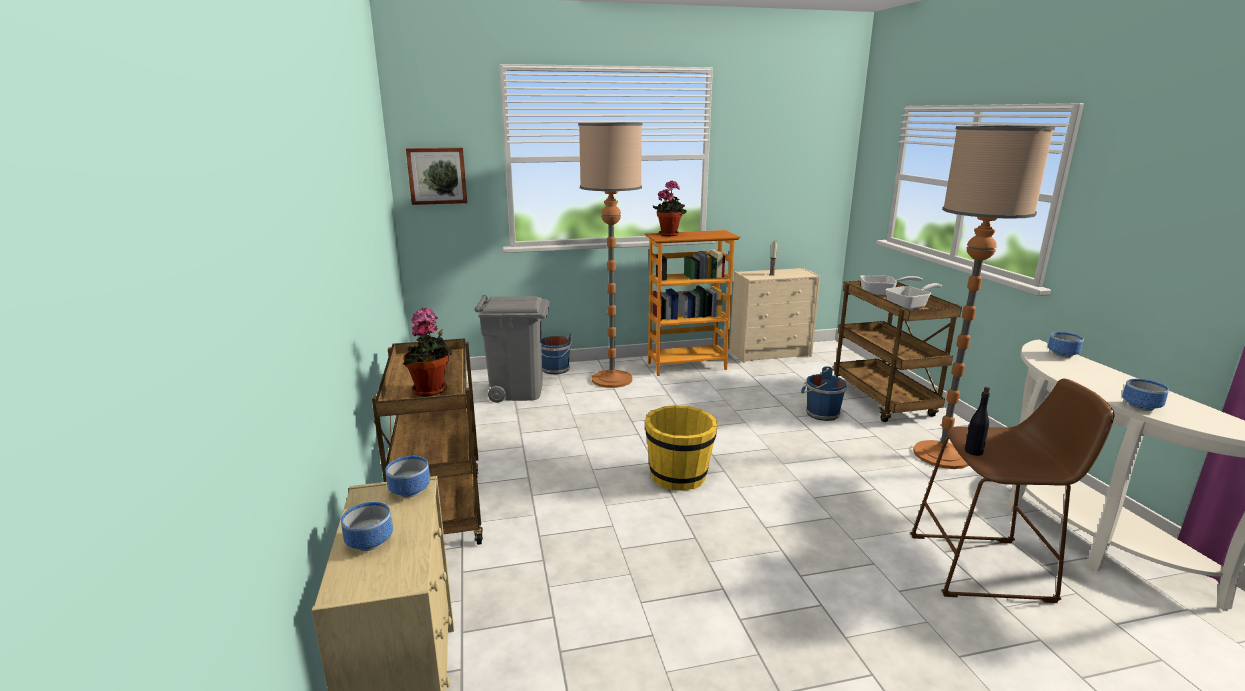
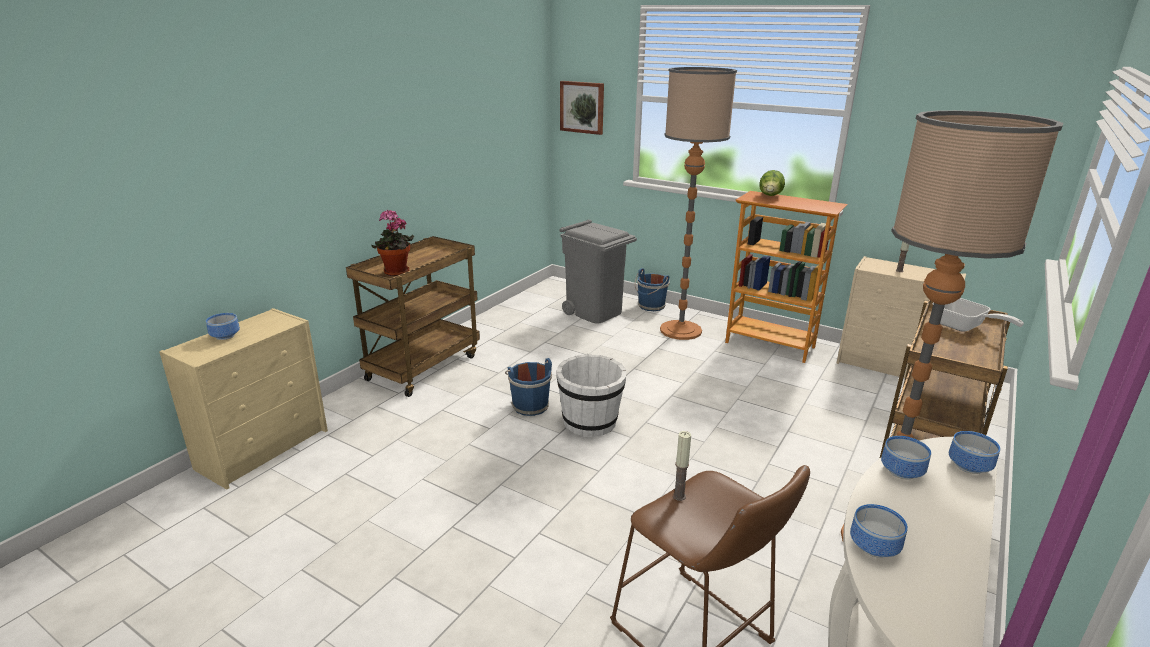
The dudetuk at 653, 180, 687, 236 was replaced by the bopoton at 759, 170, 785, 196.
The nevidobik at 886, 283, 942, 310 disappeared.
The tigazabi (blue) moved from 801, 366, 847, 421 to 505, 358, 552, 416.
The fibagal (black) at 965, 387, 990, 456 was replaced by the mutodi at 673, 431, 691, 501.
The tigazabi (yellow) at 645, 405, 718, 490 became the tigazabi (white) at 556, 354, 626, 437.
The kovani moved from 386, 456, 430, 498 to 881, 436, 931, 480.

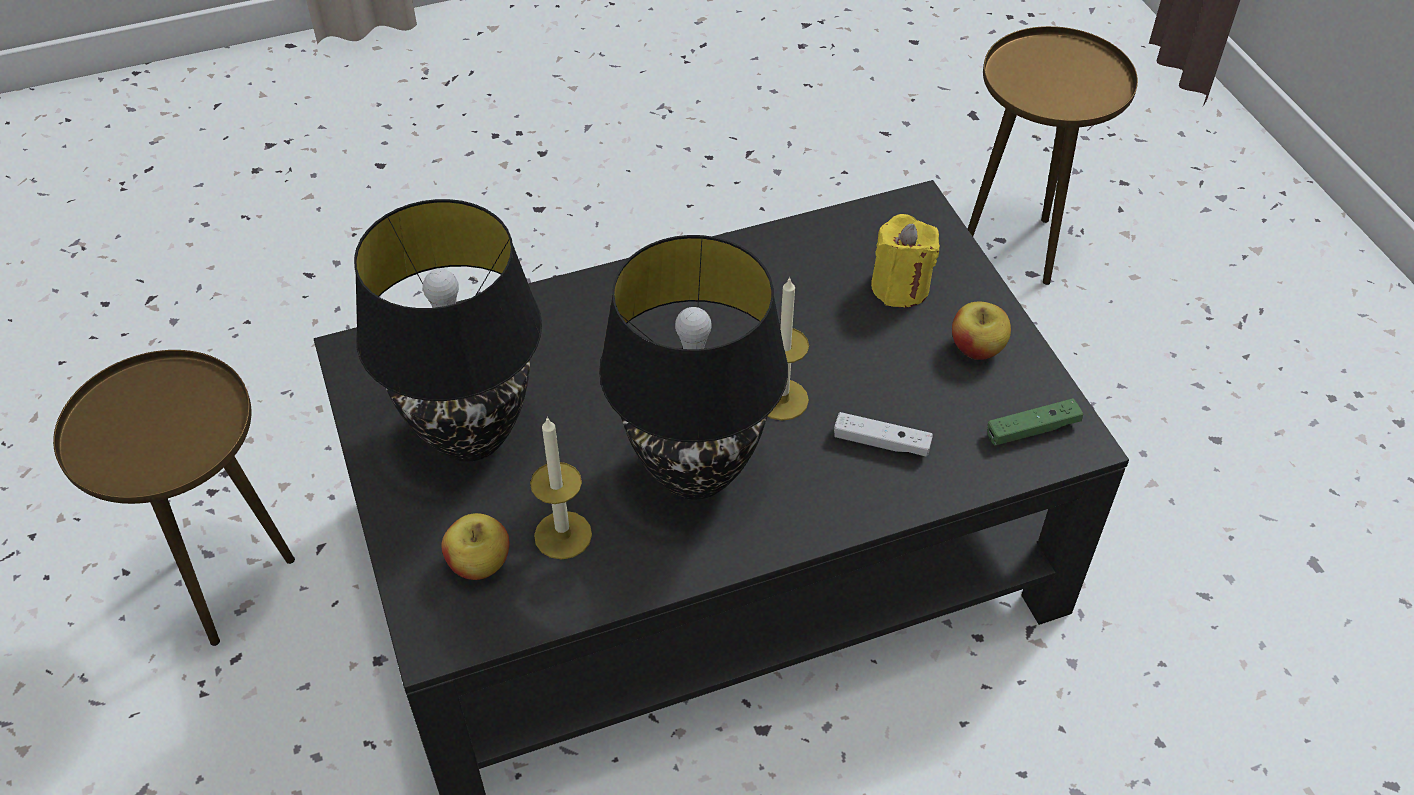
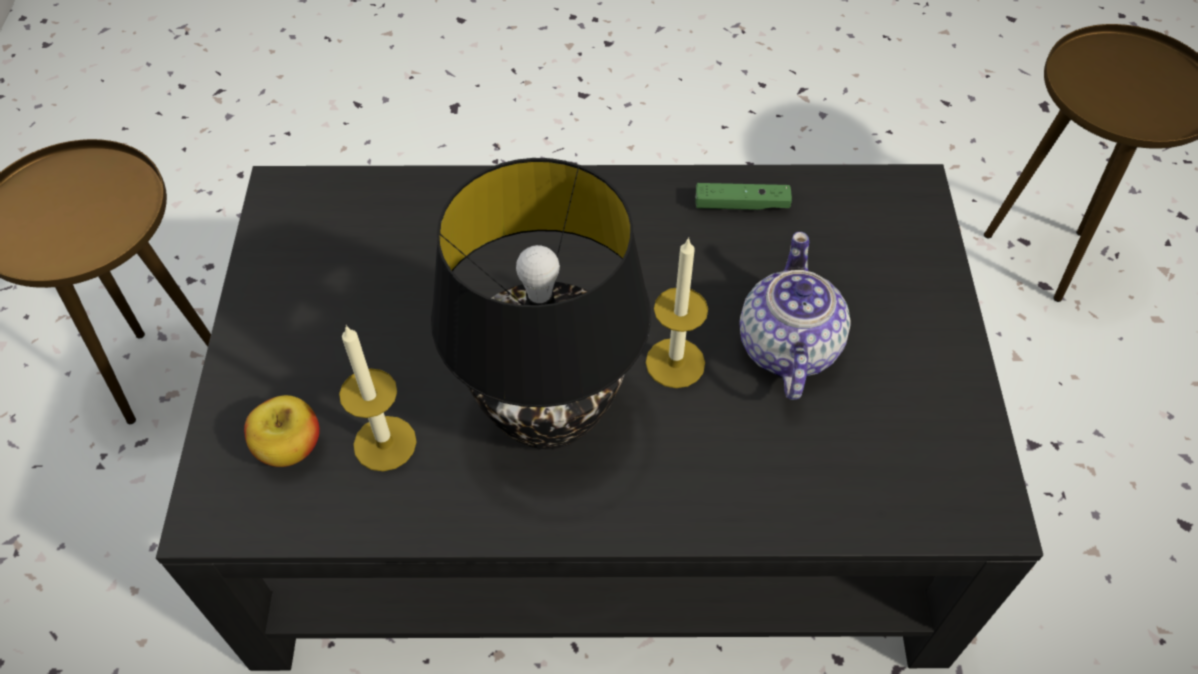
The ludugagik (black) at 354, 199, 542, 462 disappeared.
The mutodi (yellow) at 871, 214, 940, 308 disappeared.
The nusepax at 952, 302, 1011, 360 disappeared.
The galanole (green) moved from 987, 398, 1083, 446 to 695, 183, 792, 210.
The galanole (white) at 834, 412, 933, 457 disappeared.
The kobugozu at 740, 232, 851, 400 appeared.

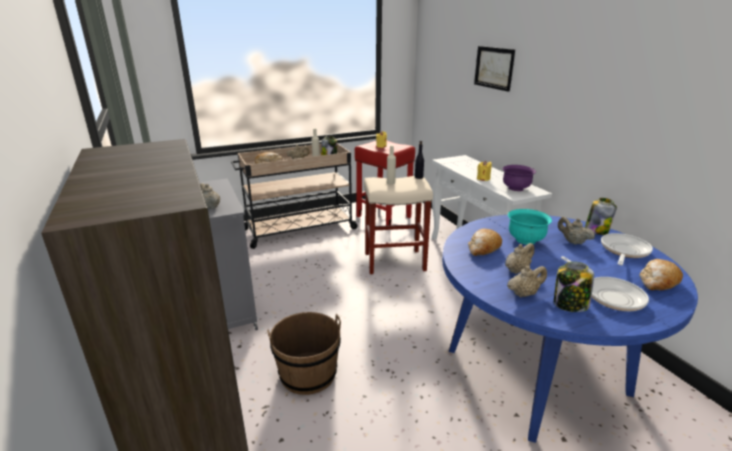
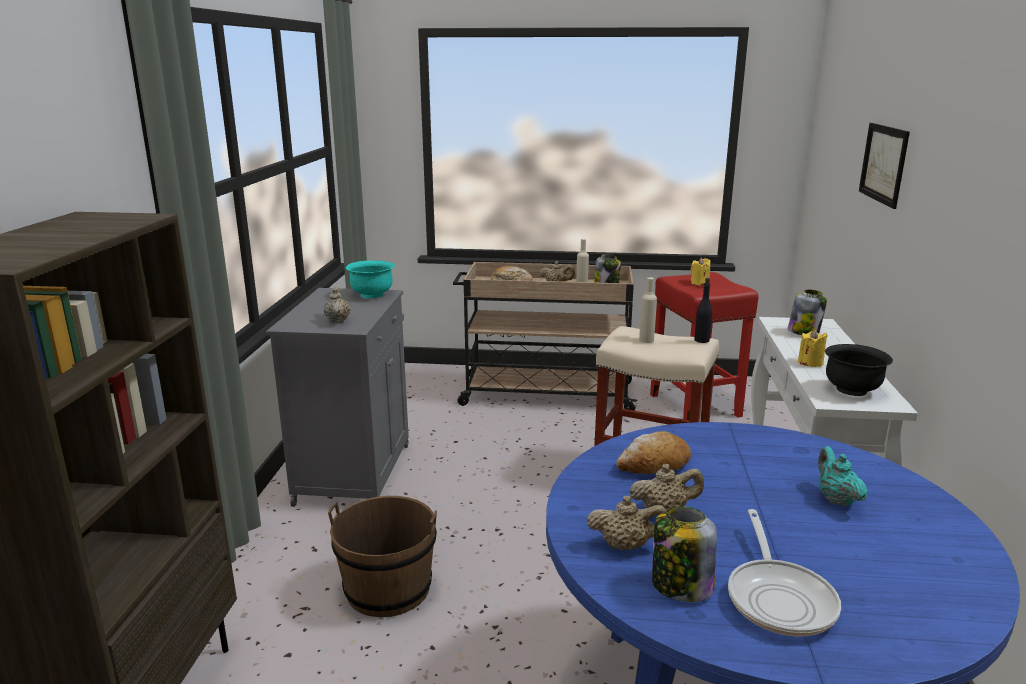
The kovani (purple) at 502, 165, 536, 191 became the kovani (black) at 825, 344, 893, 396.
The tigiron moved from 585, 198, 617, 235 to 788, 289, 827, 335.
The kovani (turquoise) moved from 508, 209, 552, 245 to 346, 260, 395, 298.
The kobugozu (beige) at 558, 217, 595, 245 became the kobugozu (turquoise) at 818, 446, 867, 507.
The nevidobik at 601, 233, 653, 265 disappeared.
The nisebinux at 640, 259, 683, 290 disappeared.

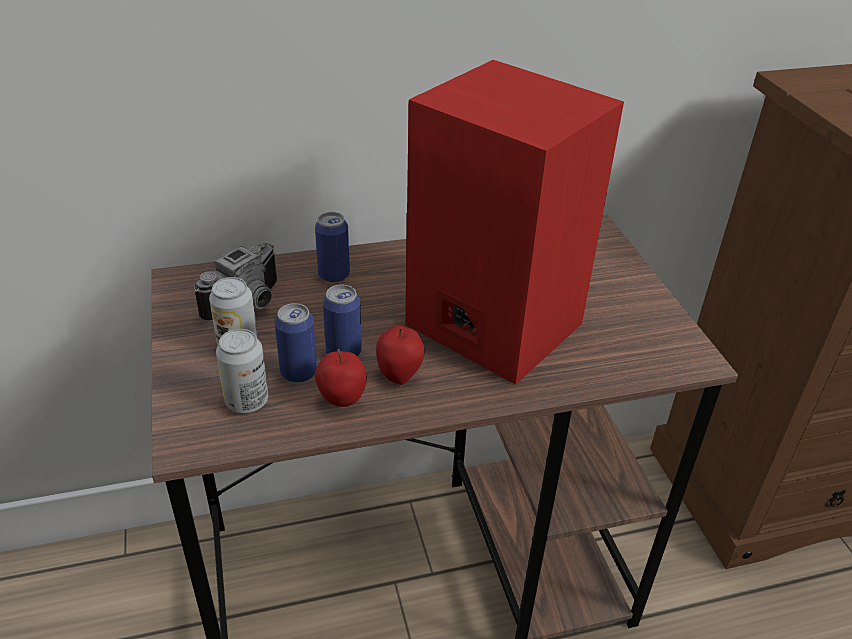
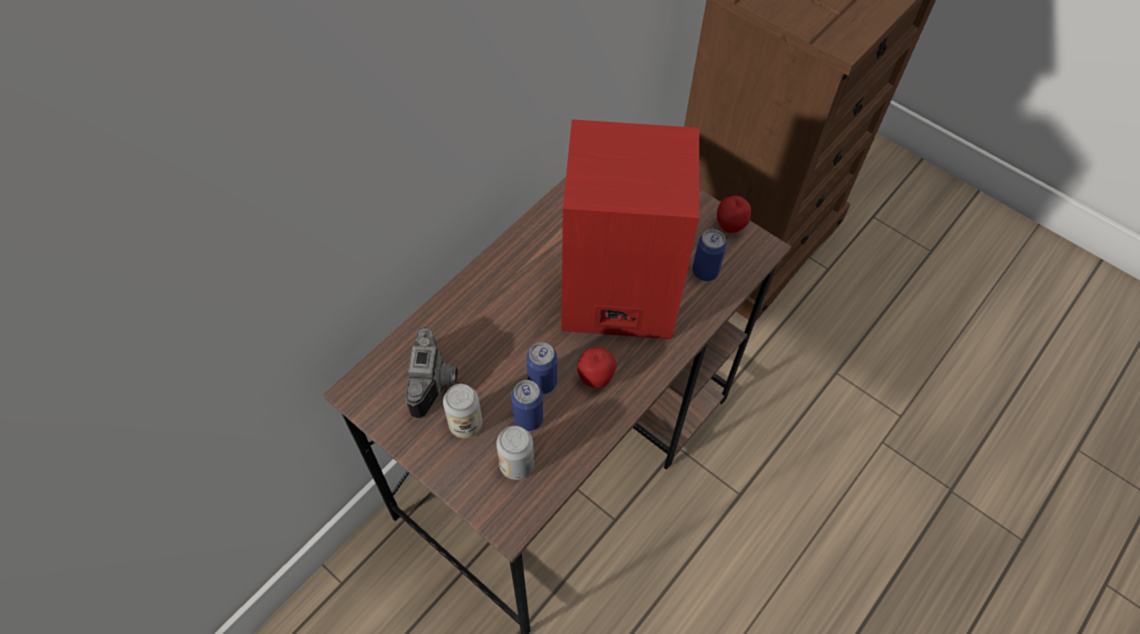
The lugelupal moved from 315, 212, 350, 283 to 692, 229, 727, 281.
The nusepax moved from 315, 349, 367, 407 to 717, 196, 751, 233.

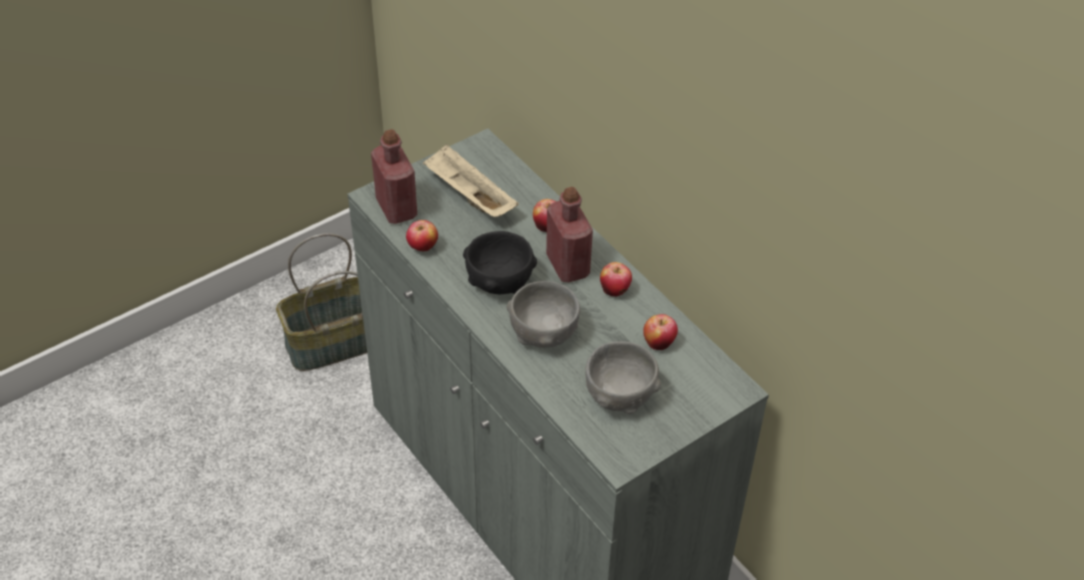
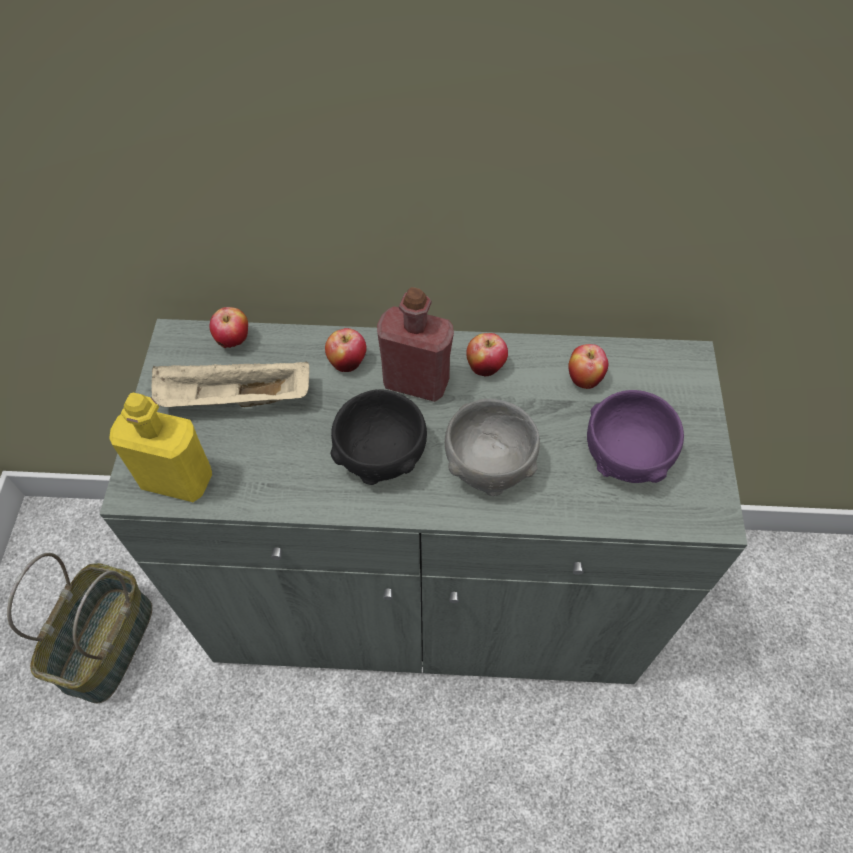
The fibagal (red) at 371, 129, 417, 224 became the fibagal (yellow) at 109, 393, 212, 502.
The nusepax moved from 406, 220, 438, 251 to 209, 307, 248, 348.
The kovani (grey) at 585, 341, 661, 414 became the kovani (purple) at 587, 390, 684, 483.

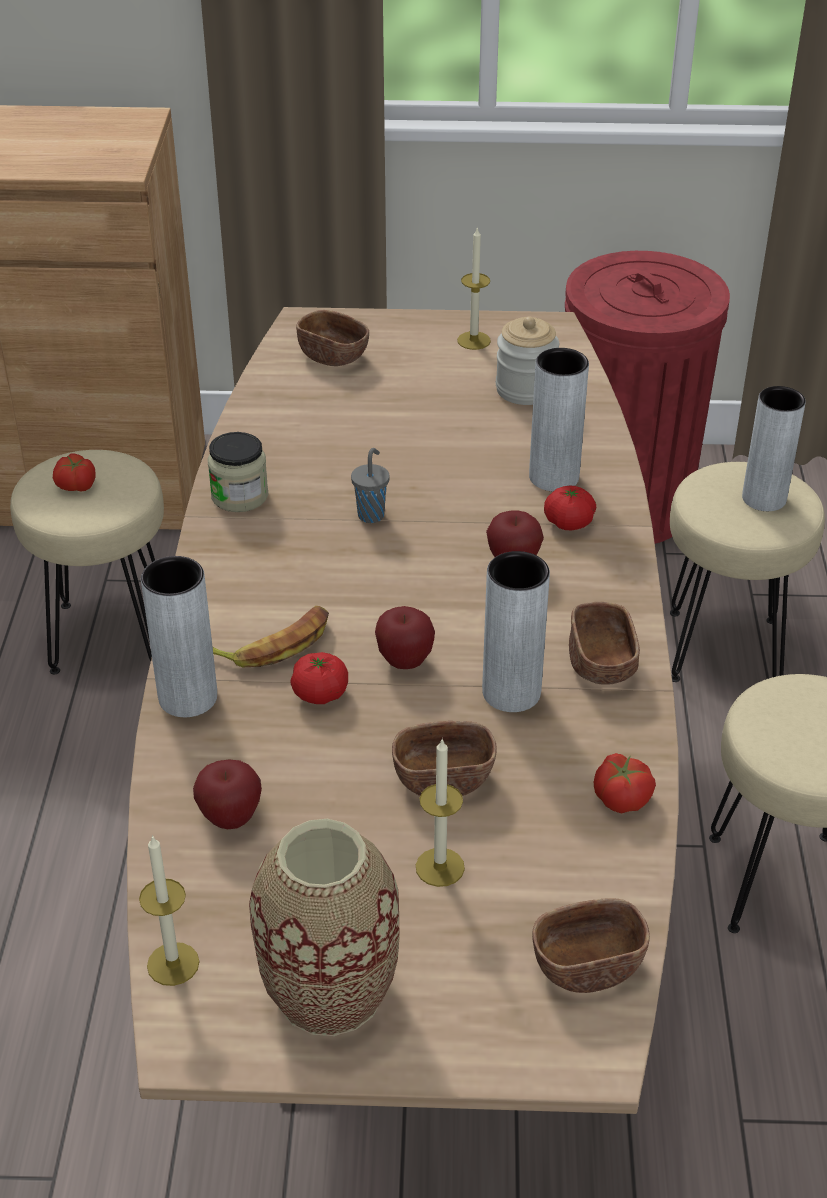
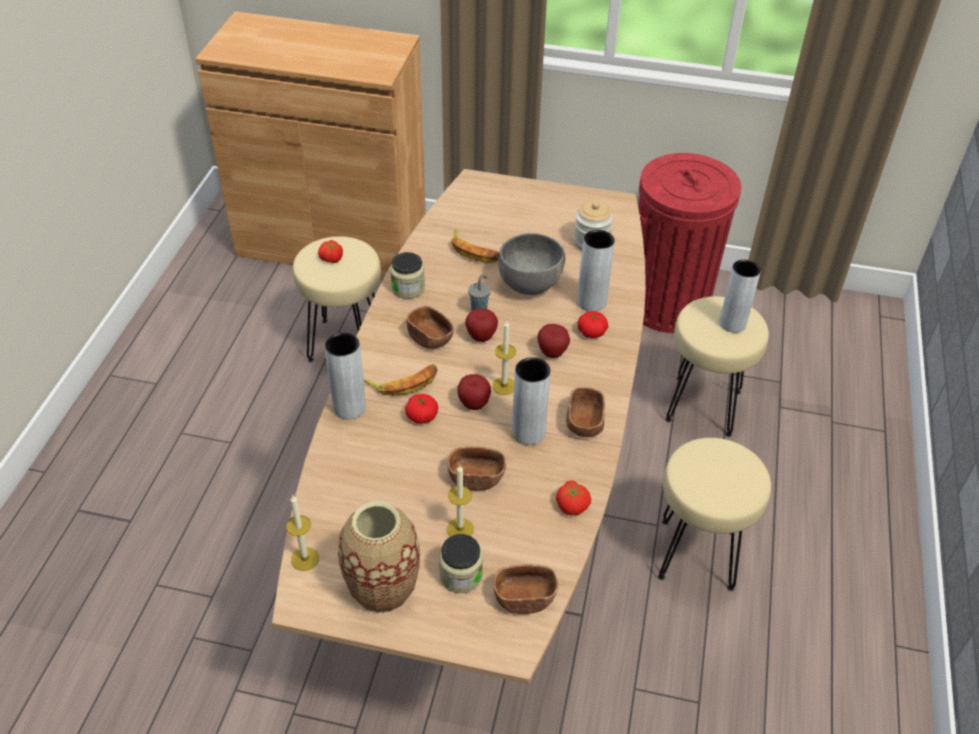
The mutodi moved from 457, 226, 491, 350 to 492, 321, 516, 395.
The kovani (brown) moved from 296, 310, 369, 366 to 406, 306, 454, 349.
The nusepax moved from 193, 760, 262, 829 to 465, 309, 498, 342.
The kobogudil at 451, 228, 499, 263 appeared.
The kovani (grey) at 498, 233, 565, 295 appeared.
The tigiron at 439, 534, 483, 593 appeared.

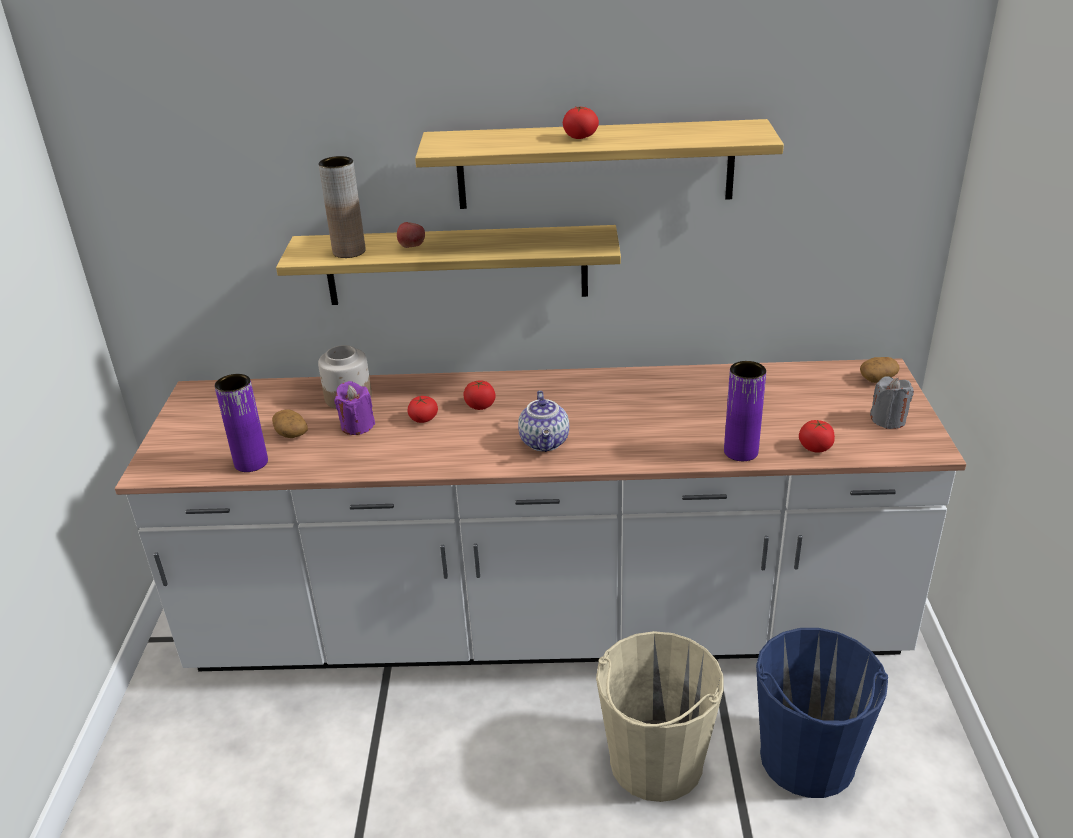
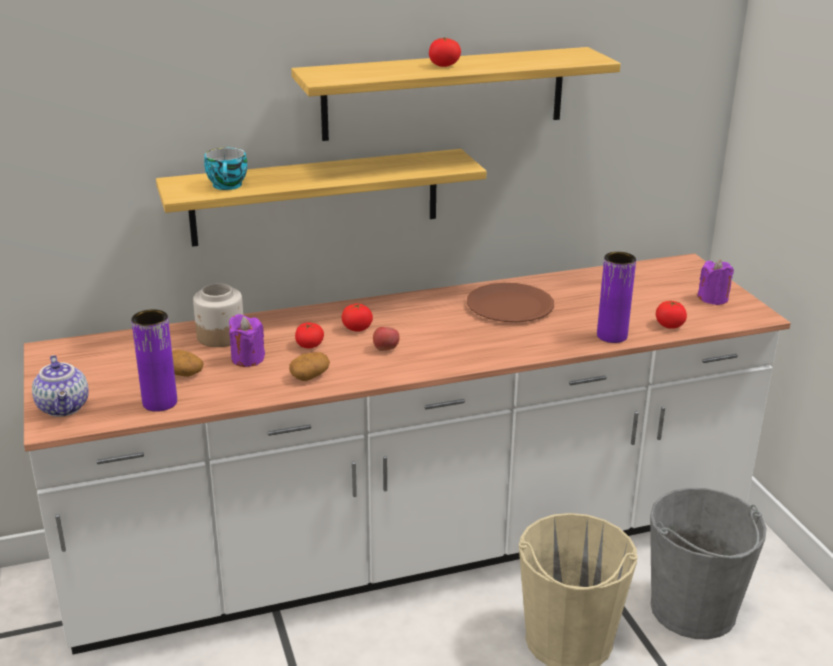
The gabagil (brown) at 318, 156, 366, 258 was replaced by the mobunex at 204, 148, 247, 190.
The nusepax moved from 397, 222, 425, 248 to 373, 327, 400, 351.
The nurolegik moved from 860, 357, 900, 383 to 289, 352, 330, 381.
The mutodi (grey) at 870, 376, 914, 429 became the mutodi (purple) at 697, 260, 734, 305.
The kobugozu moved from 518, 391, 569, 452 to 32, 355, 89, 417.
The tigazabi (blue) at 756, 628, 888, 798 became the tigazabi (grey) at 650, 488, 767, 639.
The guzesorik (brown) at 467, 283, 554, 322 appeared.

